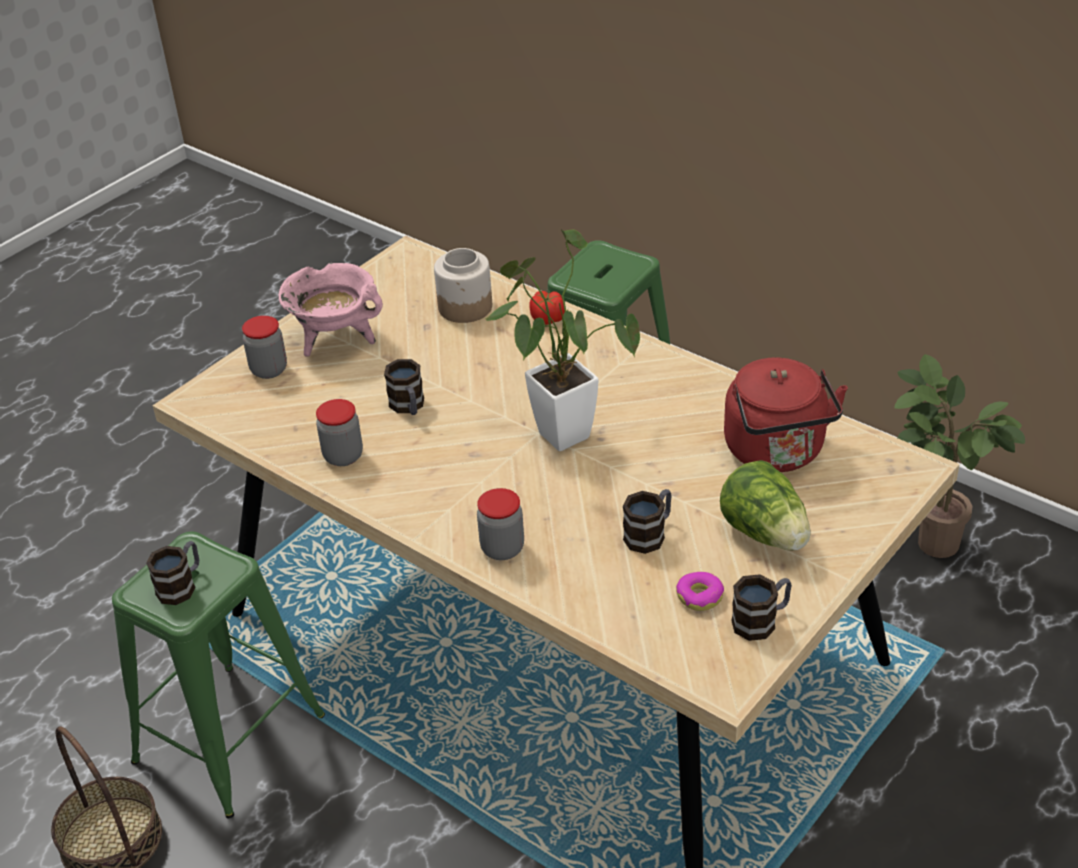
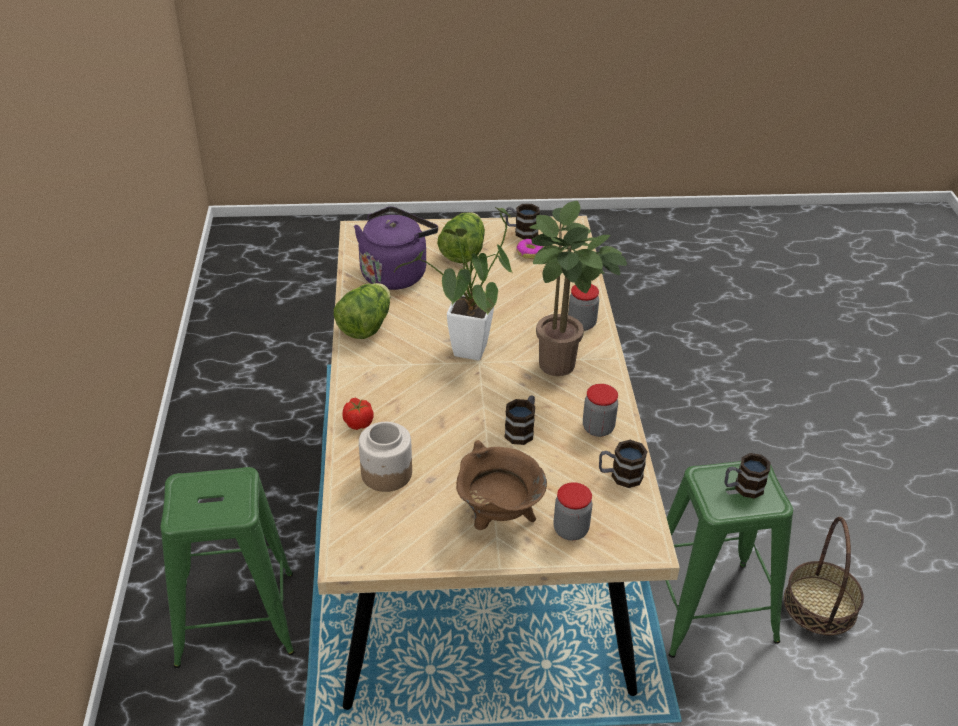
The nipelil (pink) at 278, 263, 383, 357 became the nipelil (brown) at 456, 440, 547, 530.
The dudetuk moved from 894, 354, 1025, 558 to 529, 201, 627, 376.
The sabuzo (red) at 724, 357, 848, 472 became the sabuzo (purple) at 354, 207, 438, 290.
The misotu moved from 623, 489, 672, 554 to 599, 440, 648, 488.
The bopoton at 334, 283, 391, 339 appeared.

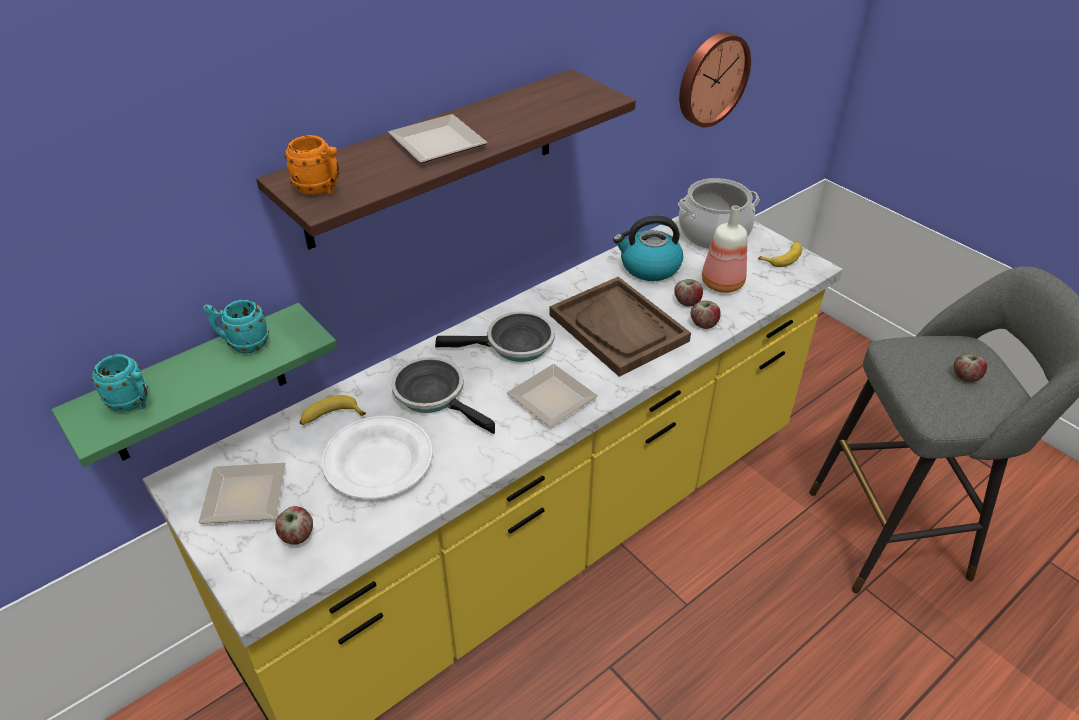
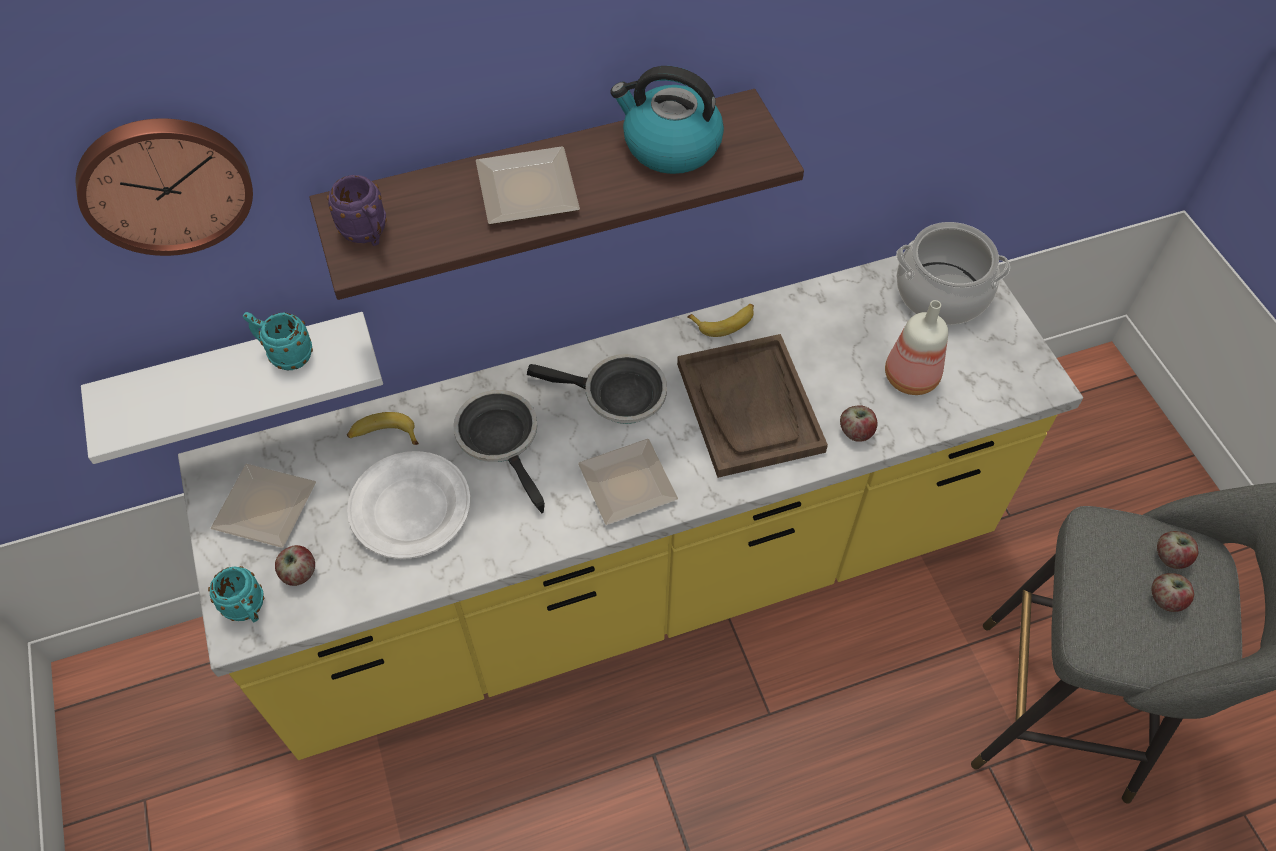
The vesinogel moved from 679, 32, 751, 127 to 76, 118, 253, 256.
The misotu (orange) at 284, 135, 339, 195 became the misotu (purple) at 327, 175, 387, 246.
The sabuzo moved from 613, 215, 683, 281 to 610, 66, 724, 174.
The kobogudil moved from 758, 241, 802, 267 to 687, 304, 754, 337.
The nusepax moved from 674, 279, 703, 307 to 1157, 531, 1198, 569.
The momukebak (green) at 51, 303, 338, 467 became the momukebak (white) at 81, 312, 383, 464.
The misotu (turquoise) moved from 91, 354, 148, 412 to 208, 566, 264, 622.

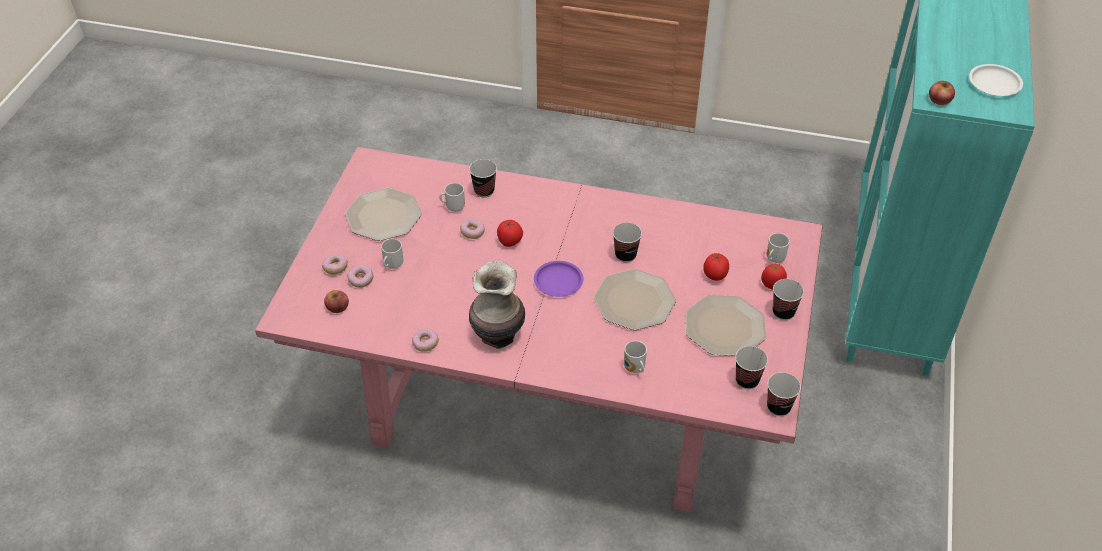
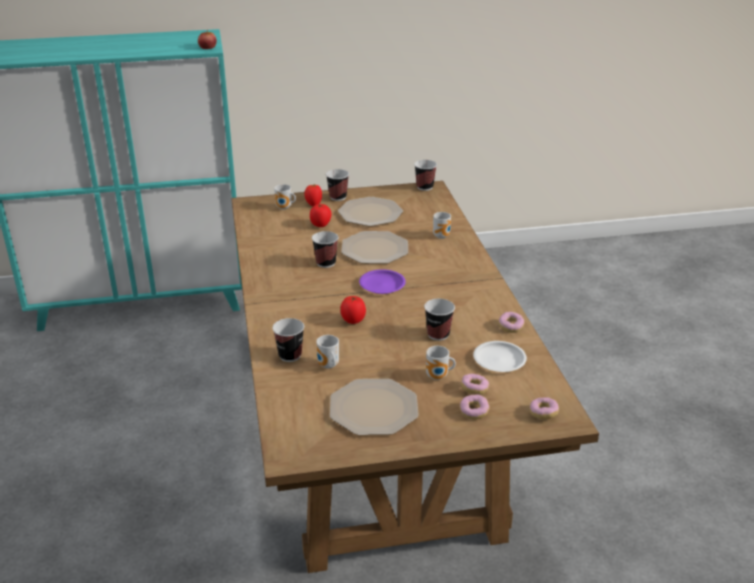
The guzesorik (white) moved from 969, 64, 1023, 96 to 473, 341, 527, 372.
The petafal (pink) at 255, 147, 823, 512 became the petafal (brown) at 231, 181, 599, 573.
The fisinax moved from 460, 219, 485, 239 to 530, 397, 559, 419.
The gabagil at 469, 261, 525, 349 disappeared.
The nusepax at 324, 290, 349, 313 disappeared.
The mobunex moved from 735, 346, 768, 389 to 424, 299, 455, 341.

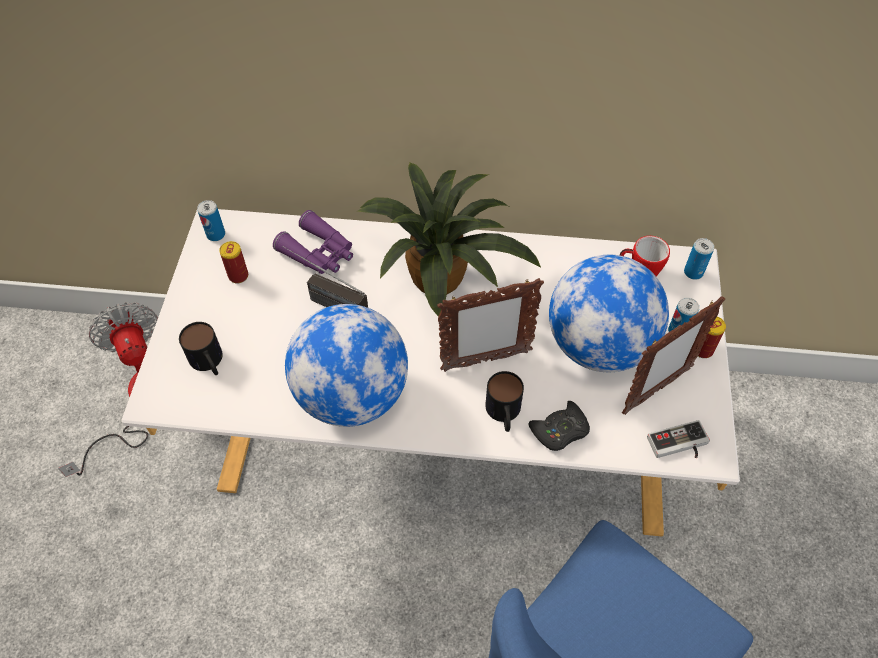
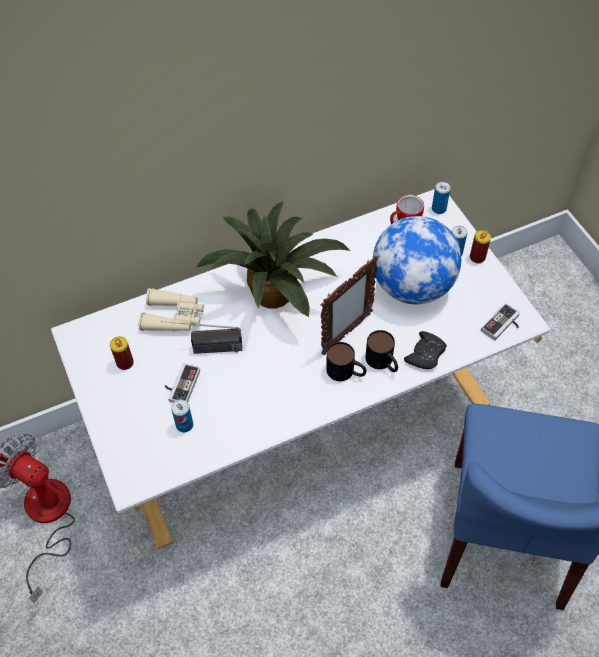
The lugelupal moved from 197, 200, 225, 241 to 171, 399, 193, 432.
The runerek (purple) at 273, 210, 353, 274 became the runerek (beige) at 138, 288, 204, 331.
The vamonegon at 622, 296, 725, 415 disappeared.
The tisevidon at 285, 304, 408, 427 disappeared.
The misotu moved from 179, 322, 223, 375 to 326, 342, 366, 381.
The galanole at 165, 364, 200, 403 appeared.

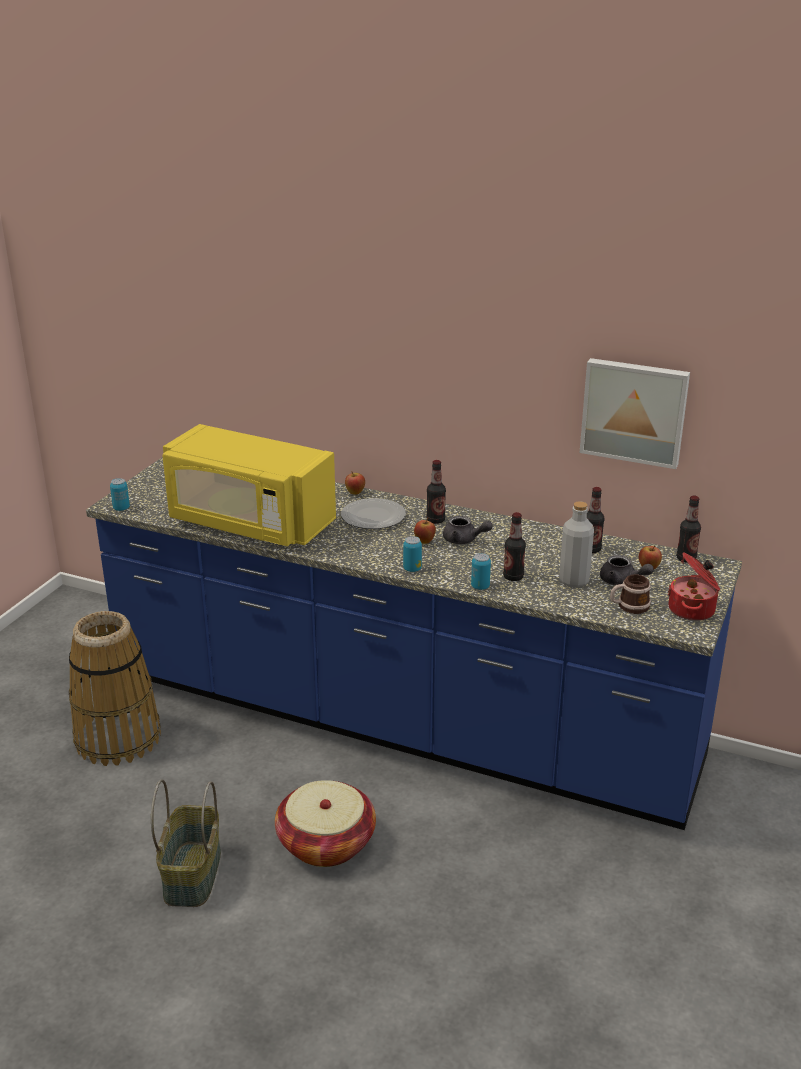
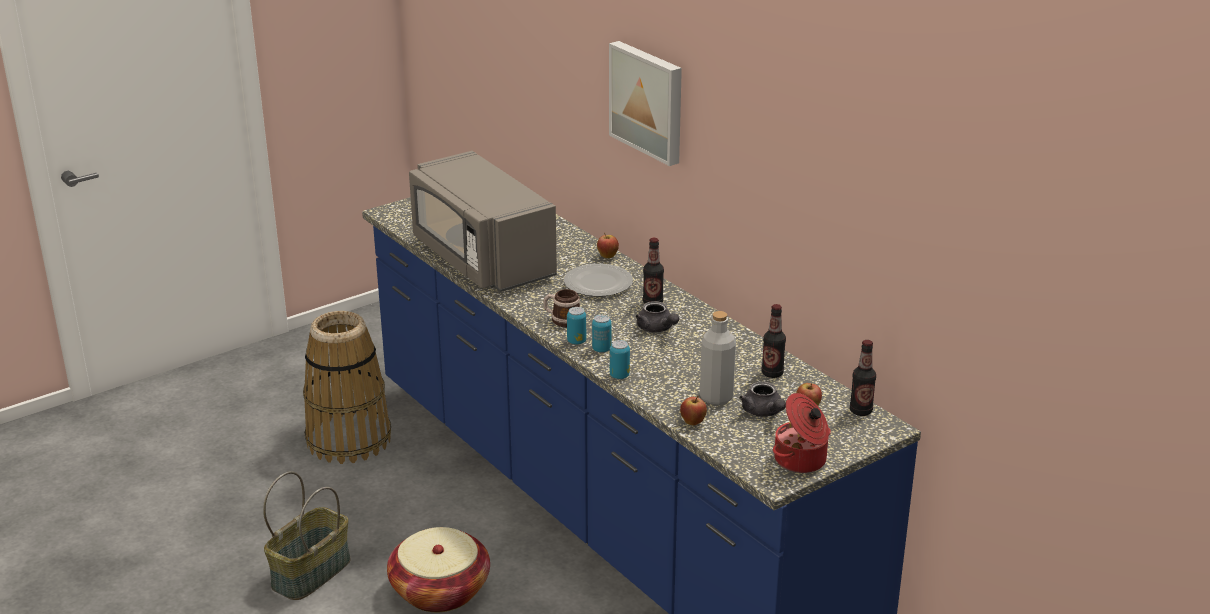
The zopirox moved from 580, 358, 690, 469 to 609, 41, 682, 166.
The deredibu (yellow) at 163, 424, 336, 546 became the deredibu (grey) at 409, 151, 557, 292.
The lugelupal moved from 110, 478, 130, 511 to 592, 314, 612, 353.
The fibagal at 503, 512, 526, 581 disappeared.
The nusepax moved from 414, 518, 436, 544 to 680, 396, 707, 426.
The misotu moved from 610, 574, 651, 614 to 543, 289, 580, 327.

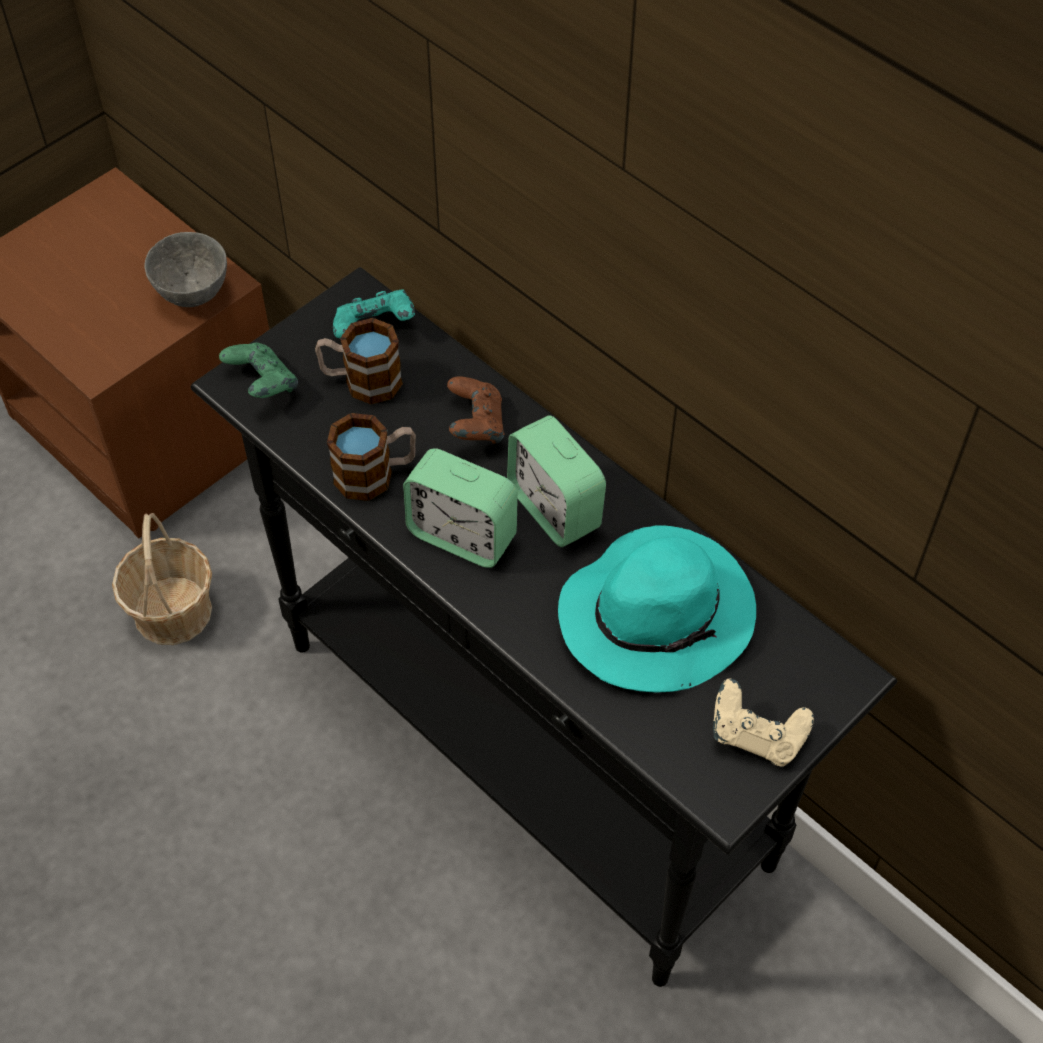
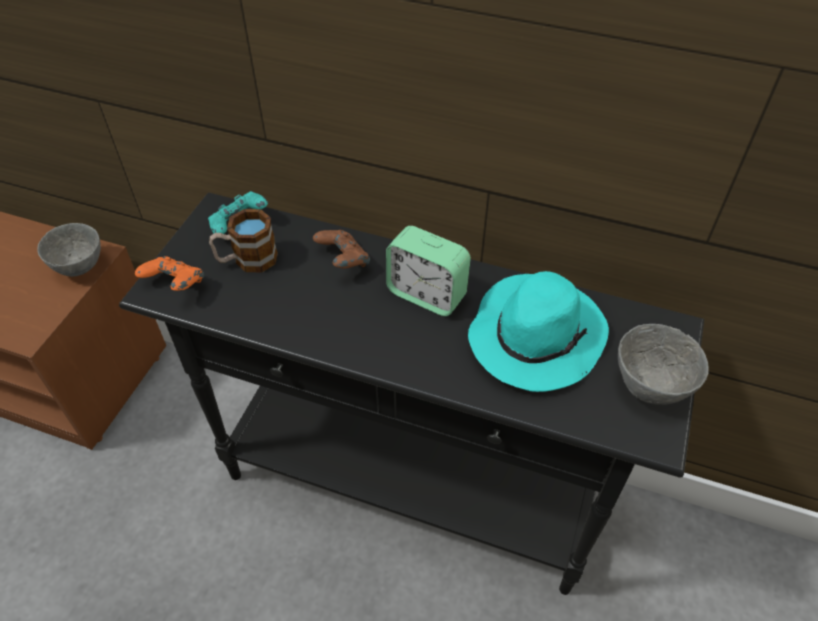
The galanole (green) at 219, 342, 298, 398 became the galanole (orange) at 135, 256, 204, 291.
The misotu at 327, 413, 416, 501 disappeared.
The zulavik at 403, 448, 518, 568 disappeared.
The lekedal at 112, 513, 212, 645 disappeared.
The galanole (beige) at 713, 678, 814, 767 was replaced by the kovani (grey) at 618, 324, 708, 405.

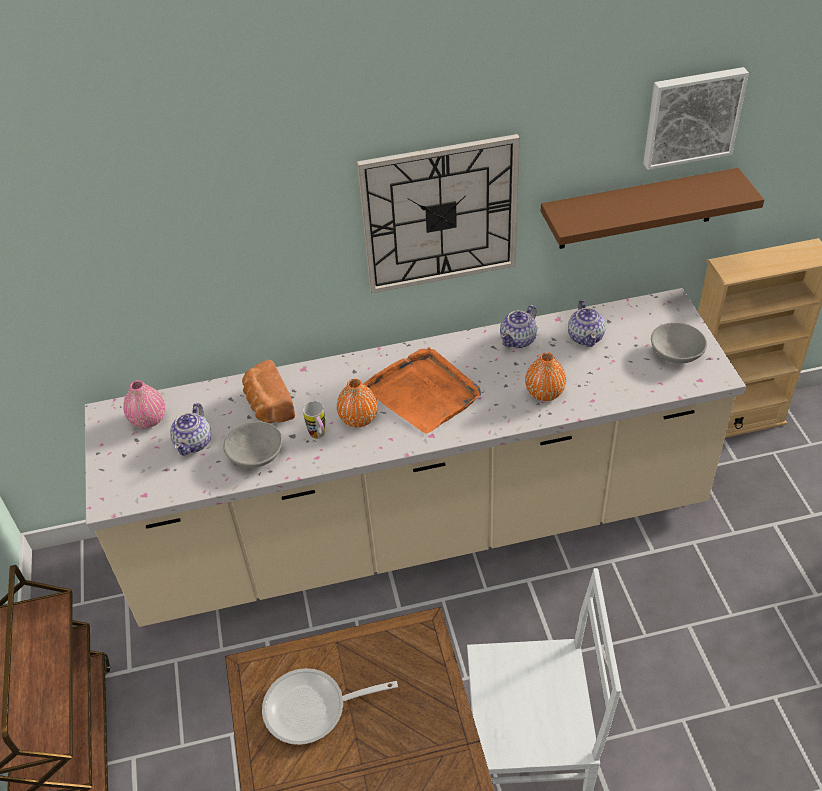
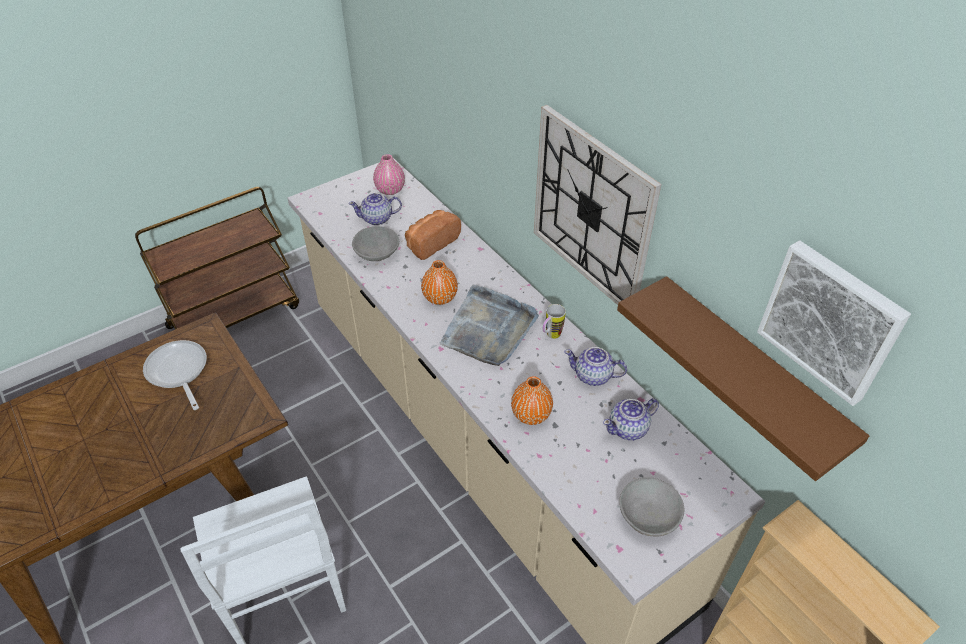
The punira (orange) at 364, 347, 481, 434 became the punira (grey) at 440, 285, 539, 366.
The misotu moved from 303, 401, 325, 439 to 543, 304, 566, 339.

